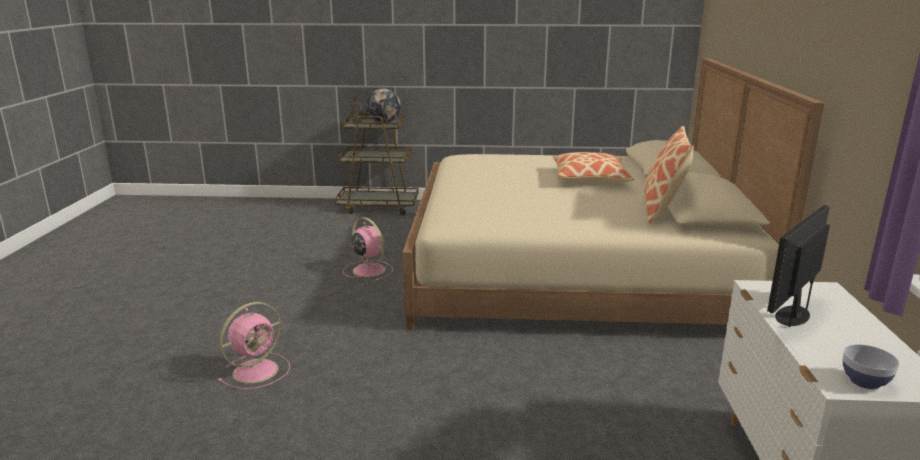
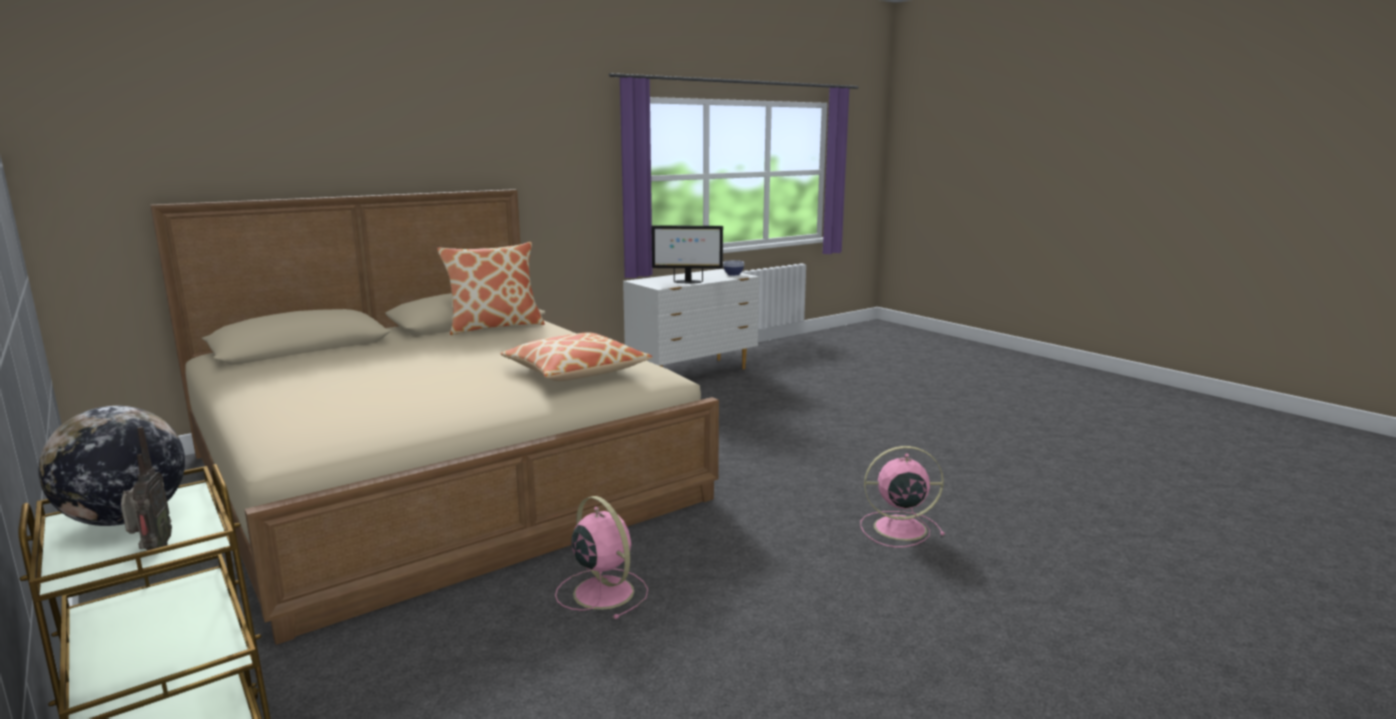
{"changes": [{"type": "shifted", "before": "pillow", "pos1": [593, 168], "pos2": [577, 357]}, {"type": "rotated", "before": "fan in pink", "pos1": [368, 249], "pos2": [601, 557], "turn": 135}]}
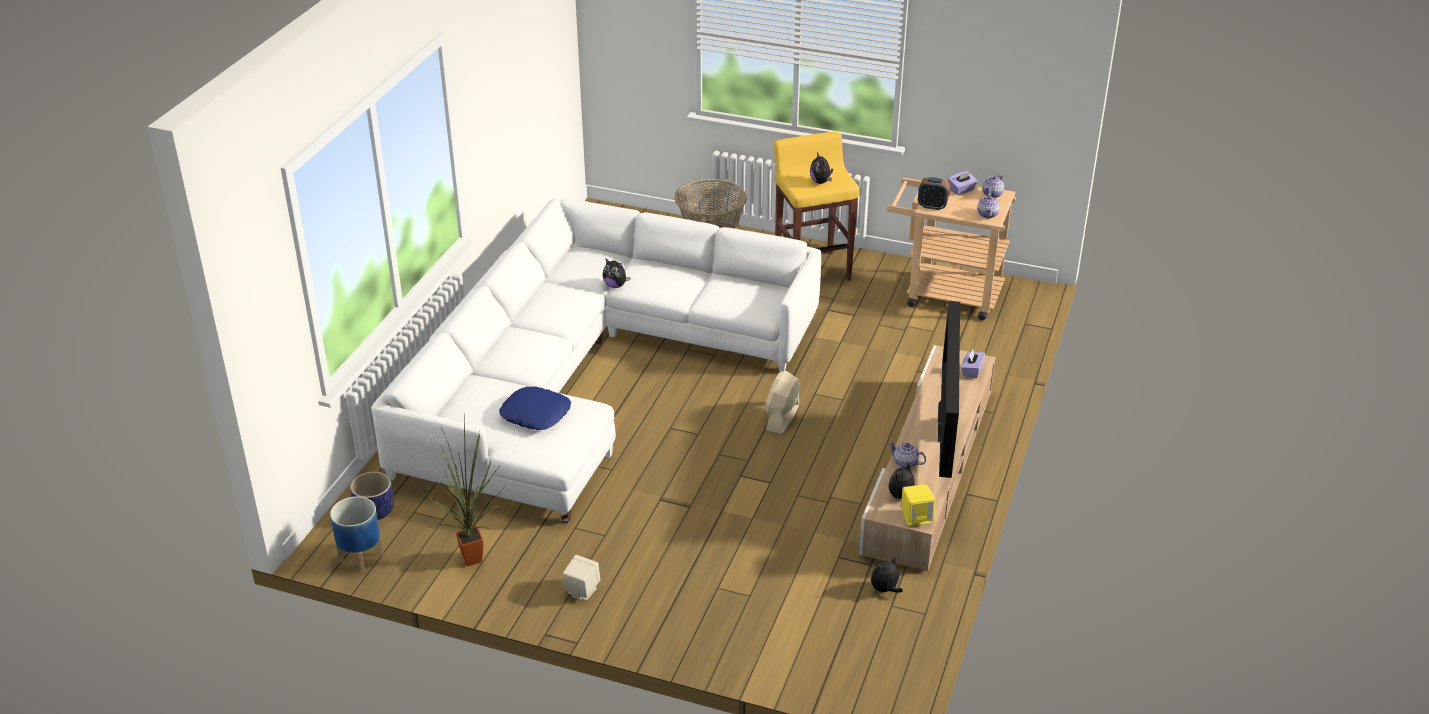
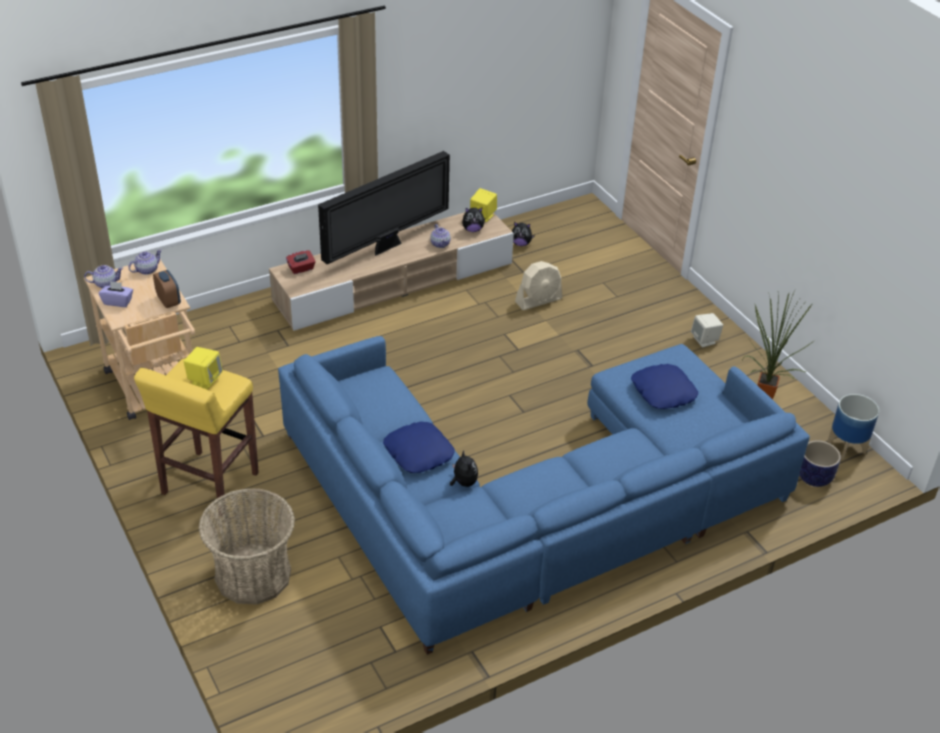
{"changes": [{"type": "new", "after": "pillow in blue", "pos2": [419, 447]}, {"type": "shifted", "before": "fan in beige", "pos1": [782, 402], "pos2": [538, 285]}, {"type": "swapped", "before": "plush toy", "after": "speaker in yellow", "pos1": [821, 168], "pos2": [203, 368]}, {"type": "repainted", "before": "sofa in white", "after": "sofa in blue", "pos1": [596, 361], "pos2": [544, 495]}, {"type": "repainted", "before": "tissue box in purple", "after": "tissue box in red", "pos1": [973, 364], "pos2": [301, 262]}]}
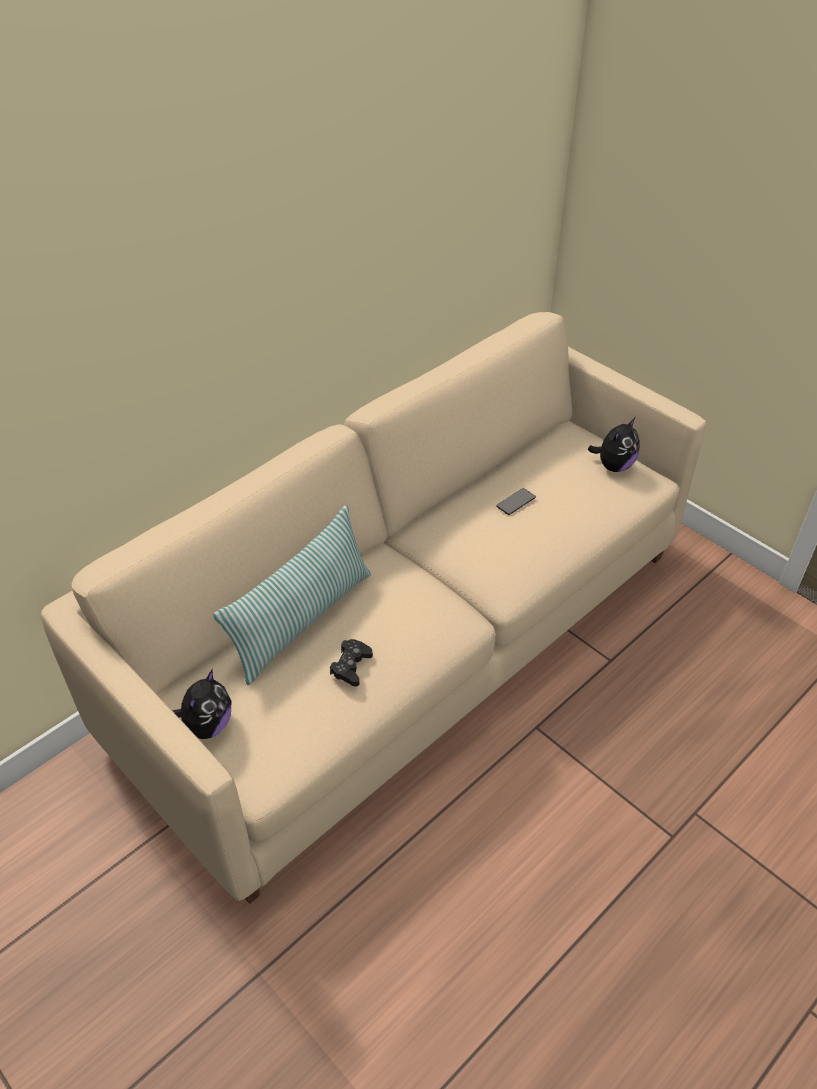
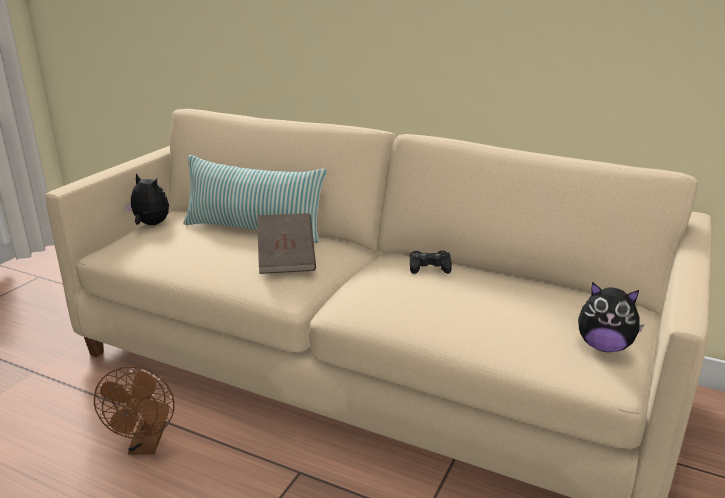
{"changes": [{"type": "gone", "before": "phone", "pos1": [516, 501]}, {"type": "new", "after": "fan in brown", "pos2": [134, 410]}, {"type": "new", "after": "book in brown", "pos2": [286, 243]}, {"type": "shifted", "before": "game controller in black", "pos1": [351, 663], "pos2": [430, 262]}, {"type": "rotated", "before": "plush toy", "pos1": [201, 704], "pos2": [147, 199], "turn": -150}]}
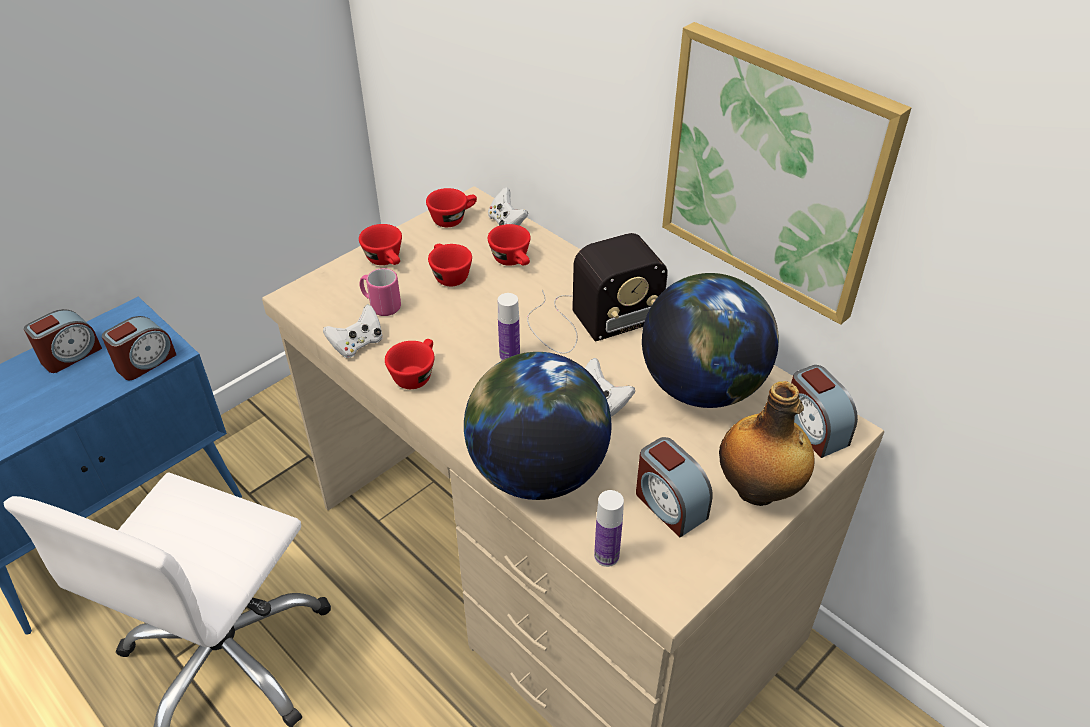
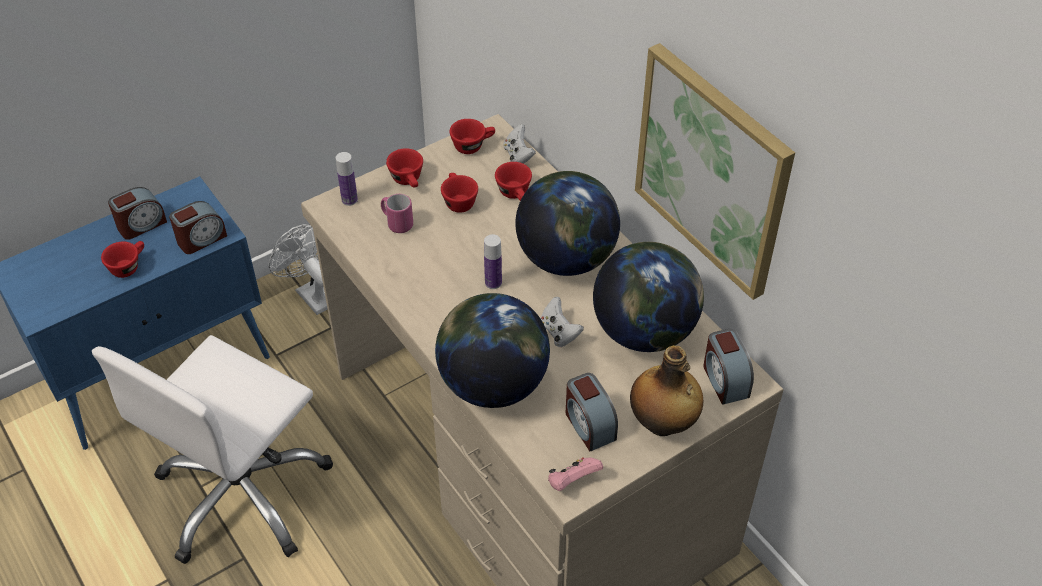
{"changes": [{"type": "gone", "before": "game controller in white", "pos1": [353, 331]}, {"type": "new", "after": "fan in white", "pos2": [298, 269]}, {"type": "new", "after": "game controller in pink", "pos2": [575, 474]}, {"type": "shifted", "before": "cup in red", "pos1": [410, 364], "pos2": [122, 259]}, {"type": "shifted", "before": "bottle", "pos1": [609, 528], "pos2": [347, 179]}, {"type": "swapped", "before": "radio", "after": "globe", "pos1": [597, 293], "pos2": [567, 223]}]}
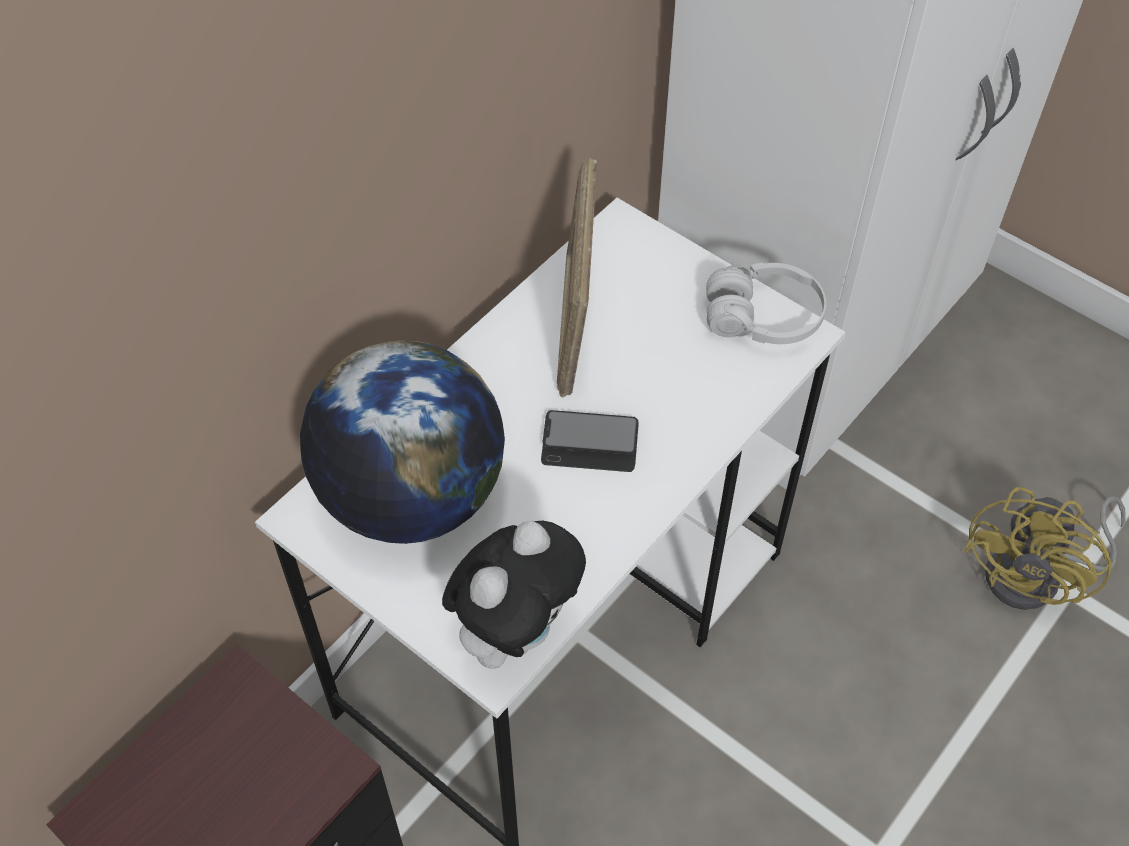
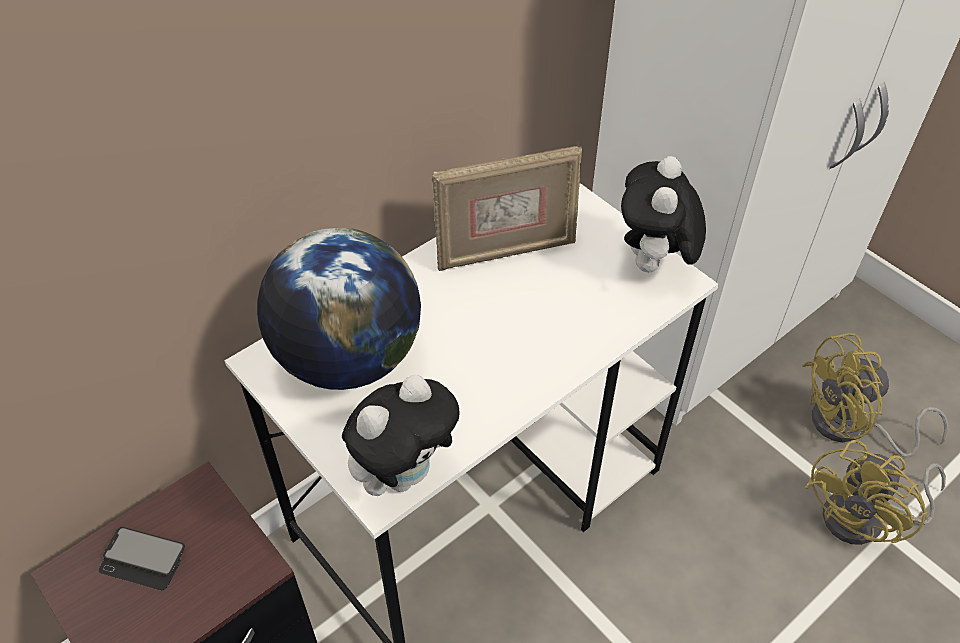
{"changes": [{"type": "new", "after": "fan in yellow", "pos2": [875, 395]}, {"type": "shifted", "before": "phone", "pos1": [590, 441], "pos2": [142, 558]}, {"type": "swapped", "before": "headphones in white", "after": "plush toy", "pos1": [766, 303], "pos2": [663, 215]}, {"type": "rotated", "before": "picture frame", "pos1": [577, 277], "pos2": [507, 208], "turn": -120}]}
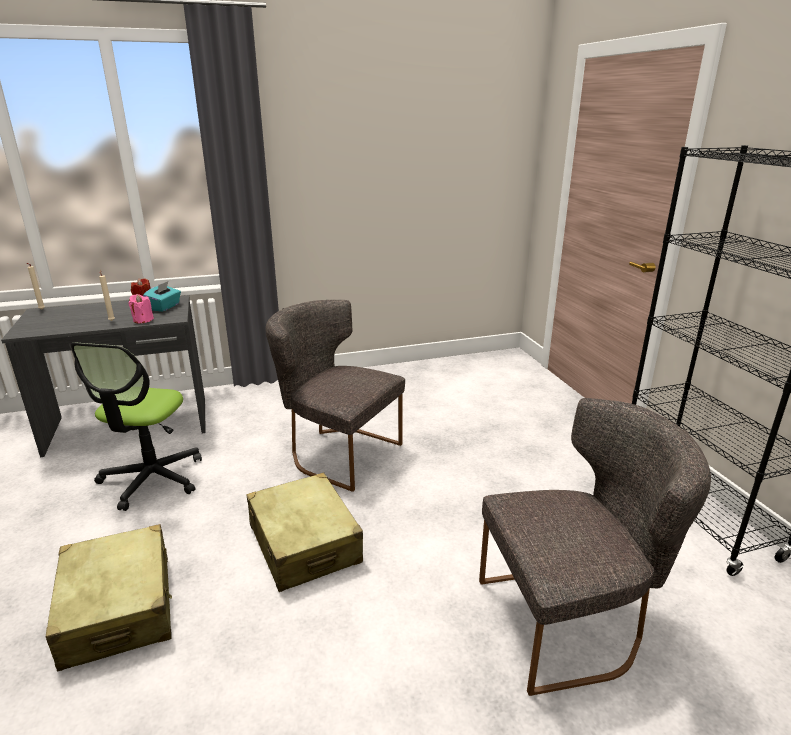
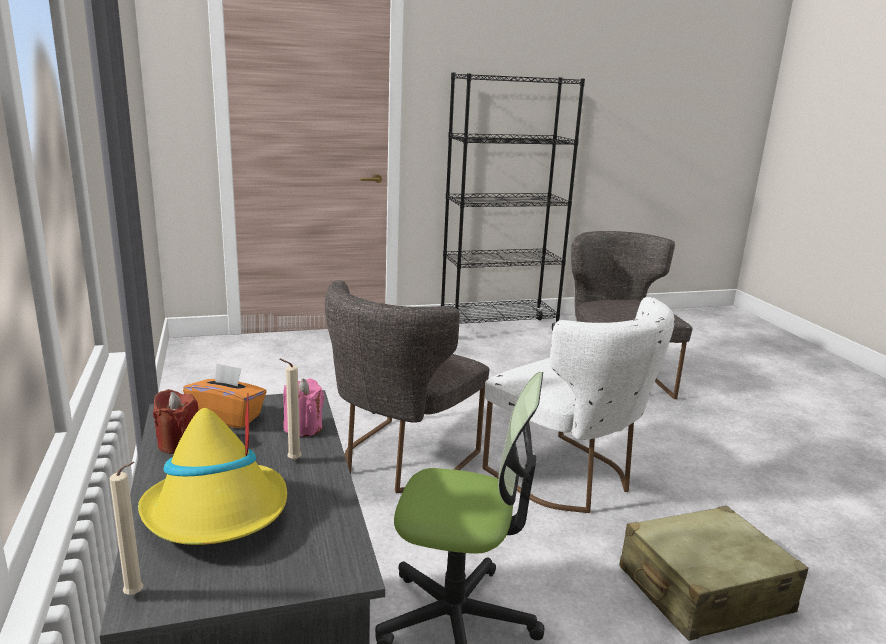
{"changes": [{"type": "new", "after": "hat in yellow", "pos2": [212, 469]}, {"type": "swapped", "before": "suitcase in beige", "after": "chair in white", "pos1": [304, 532], "pos2": [578, 405]}, {"type": "repainted", "before": "tissue box in turquoise", "after": "tissue box in orange", "pos1": [162, 297], "pos2": [225, 396]}]}
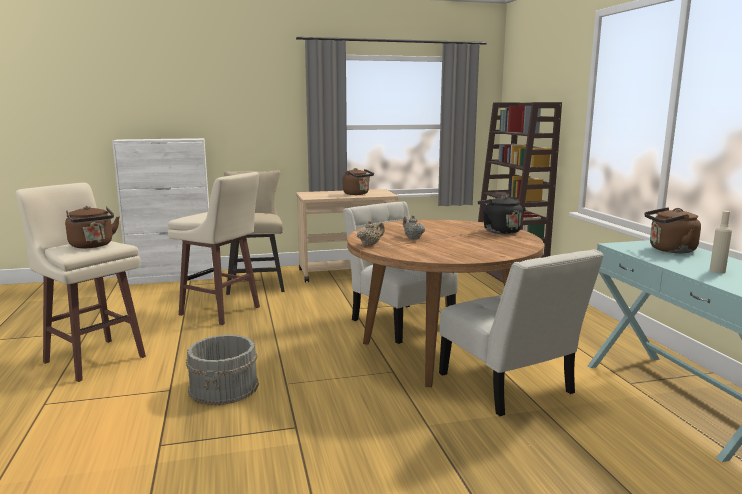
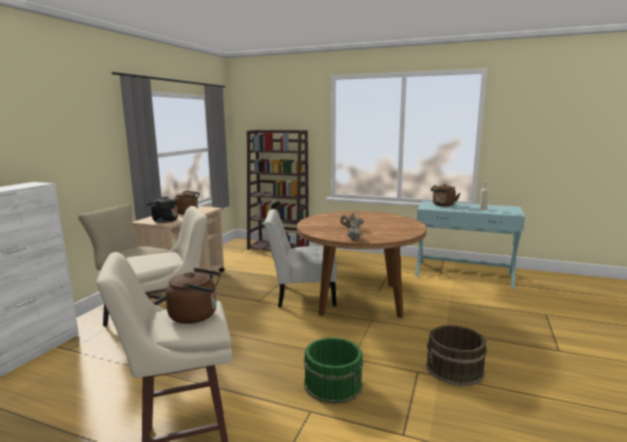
{"changes": [{"type": "gone", "before": "chair in white", "pos1": [521, 332]}, {"type": "new", "after": "bucket in brown", "pos2": [456, 355]}, {"type": "shifted", "before": "kettle in black", "pos1": [500, 215], "pos2": [162, 210]}, {"type": "repainted", "before": "bucket in grey", "after": "bucket in green", "pos1": [222, 370], "pos2": [333, 370]}]}
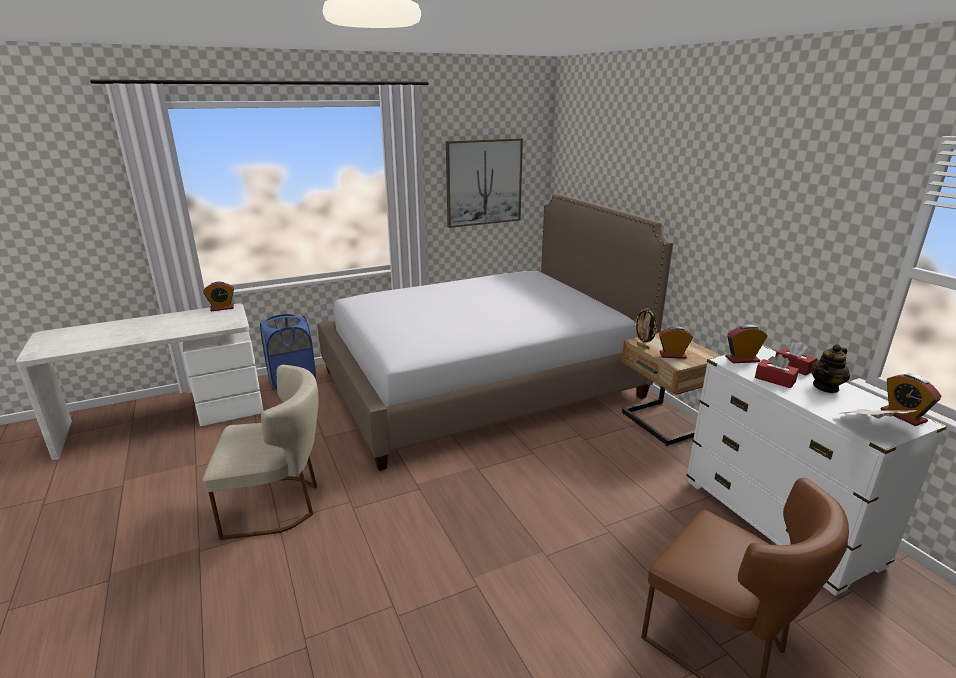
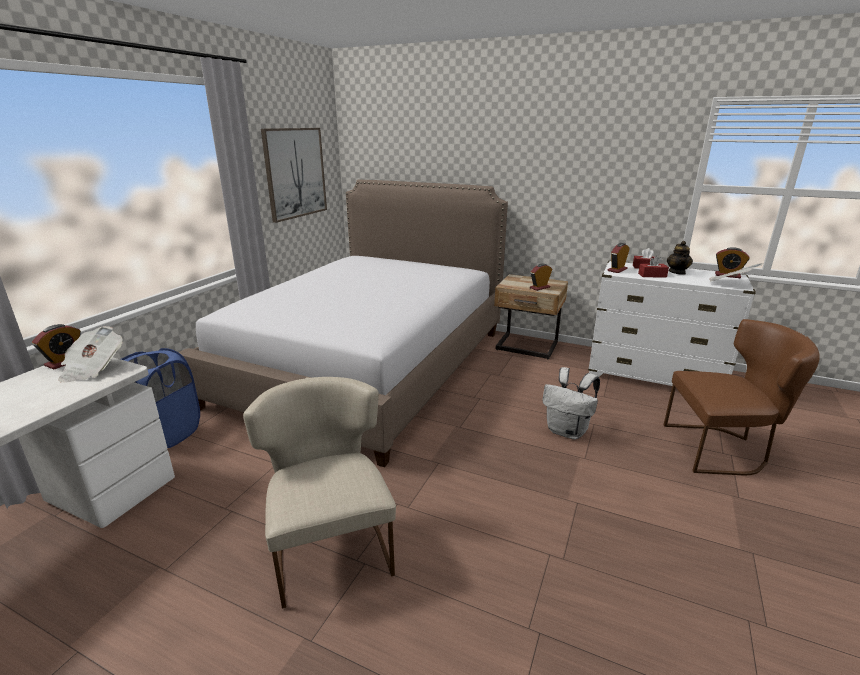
{"changes": [{"type": "gone", "before": "picture frame", "pos1": [645, 328]}, {"type": "new", "after": "newspaper", "pos2": [90, 354]}, {"type": "new", "after": "backpack in white", "pos2": [571, 403]}, {"type": "rotated", "before": "chair in beige", "pos1": [260, 452], "pos2": [319, 493], "turn": -60}]}
